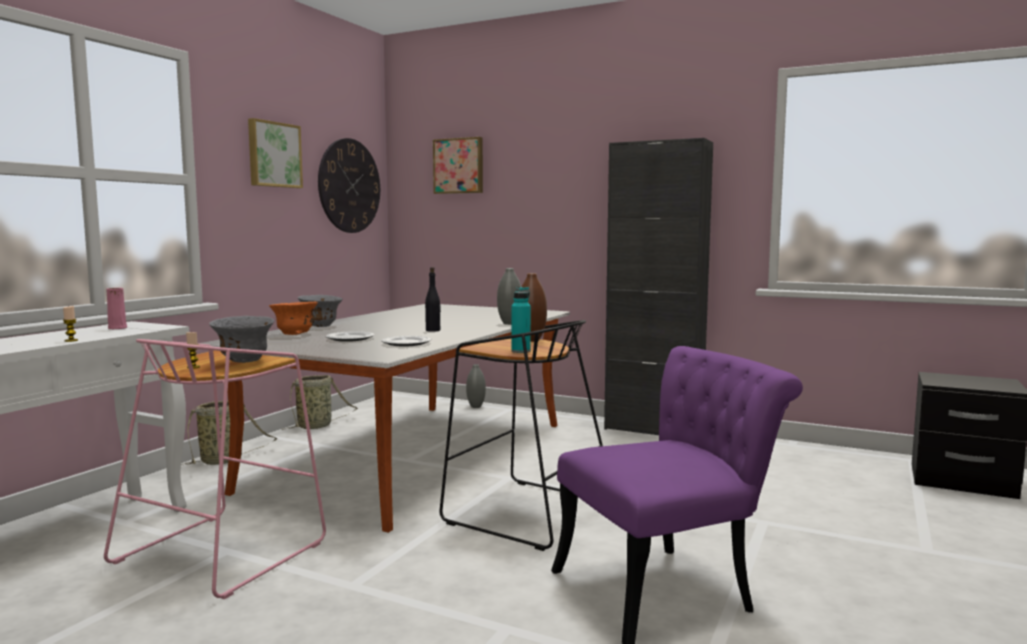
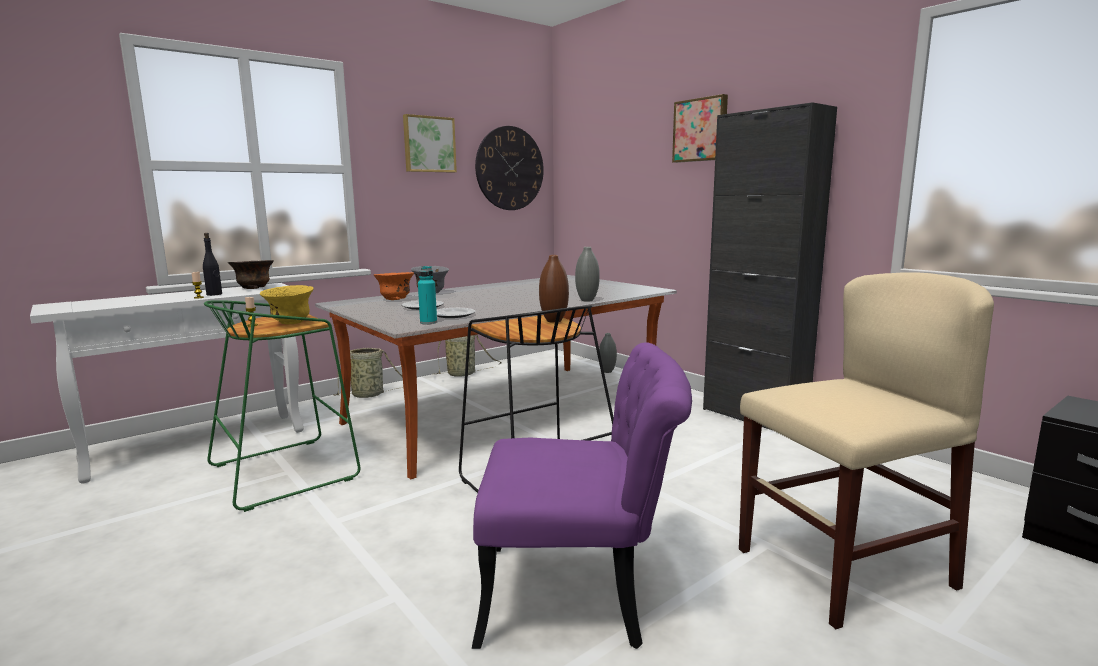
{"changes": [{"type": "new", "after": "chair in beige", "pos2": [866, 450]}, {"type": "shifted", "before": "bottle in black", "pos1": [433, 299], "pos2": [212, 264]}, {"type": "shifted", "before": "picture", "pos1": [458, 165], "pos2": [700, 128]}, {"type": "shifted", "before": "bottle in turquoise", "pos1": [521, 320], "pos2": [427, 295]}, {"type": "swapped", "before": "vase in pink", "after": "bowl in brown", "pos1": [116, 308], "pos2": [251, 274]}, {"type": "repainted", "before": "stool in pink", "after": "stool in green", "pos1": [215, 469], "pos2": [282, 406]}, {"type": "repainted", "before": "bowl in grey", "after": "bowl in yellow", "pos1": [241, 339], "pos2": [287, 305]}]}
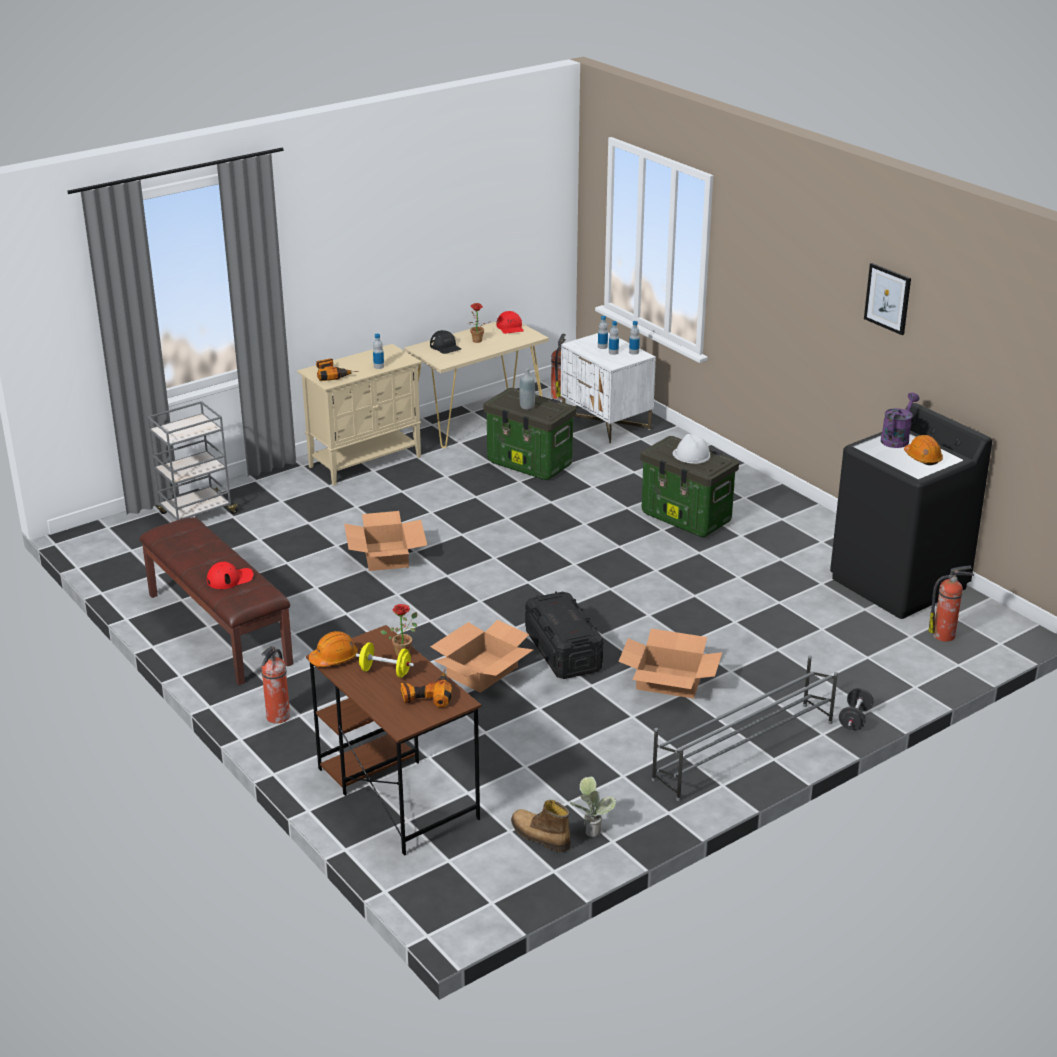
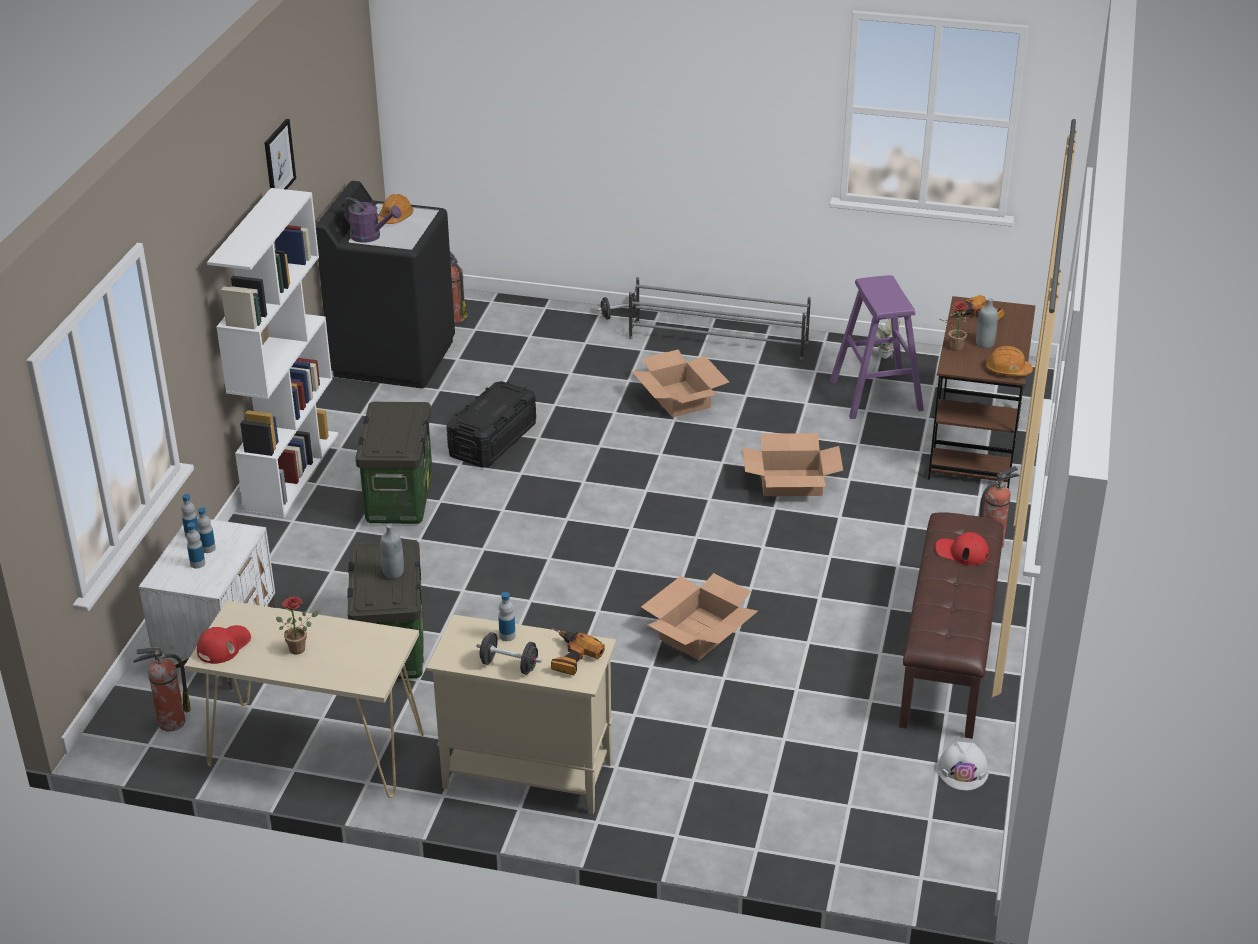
{"changes": [{"type": "gone", "before": "cart in grey", "pos1": [193, 460]}, {"type": "gone", "before": "cap in black", "pos1": [445, 342]}, {"type": "gone", "before": "boot", "pos1": [541, 826]}, {"type": "new", "after": "bookcase in white", "pos2": [272, 353]}, {"type": "new", "after": "dumbbell in black", "pos2": [509, 653]}, {"type": "new", "after": "stool in purple", "pos2": [877, 347]}, {"type": "shifted", "before": "storage box in black", "pos1": [564, 635], "pos2": [491, 424]}, {"type": "shifted", "before": "hard hat in white", "pos1": [691, 449], "pos2": [963, 766]}, {"type": "swapped", "before": "dumbbell in yellow", "after": "bottle in grey", "pos1": [385, 660], "pos2": [987, 323]}, {"type": "rotated", "before": "watering can in purple", "pos1": [900, 420], "pos2": [371, 220], "turn": -150}]}
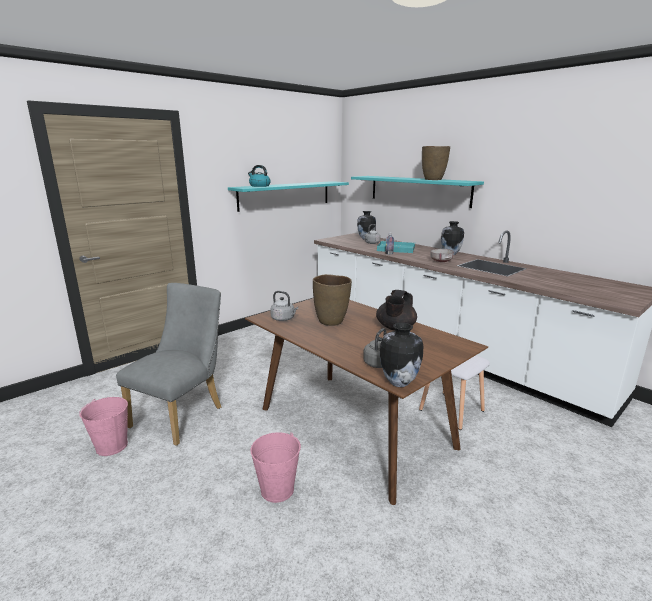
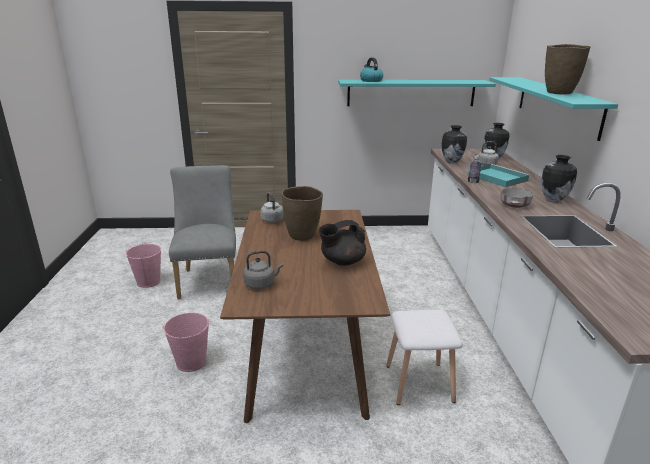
{"changes": [{"type": "shifted", "before": "vase", "pos1": [401, 355], "pos2": [454, 144]}, {"type": "rotated", "before": "chair in grey", "pos1": [168, 364], "pos2": [202, 232], "turn": -75}]}
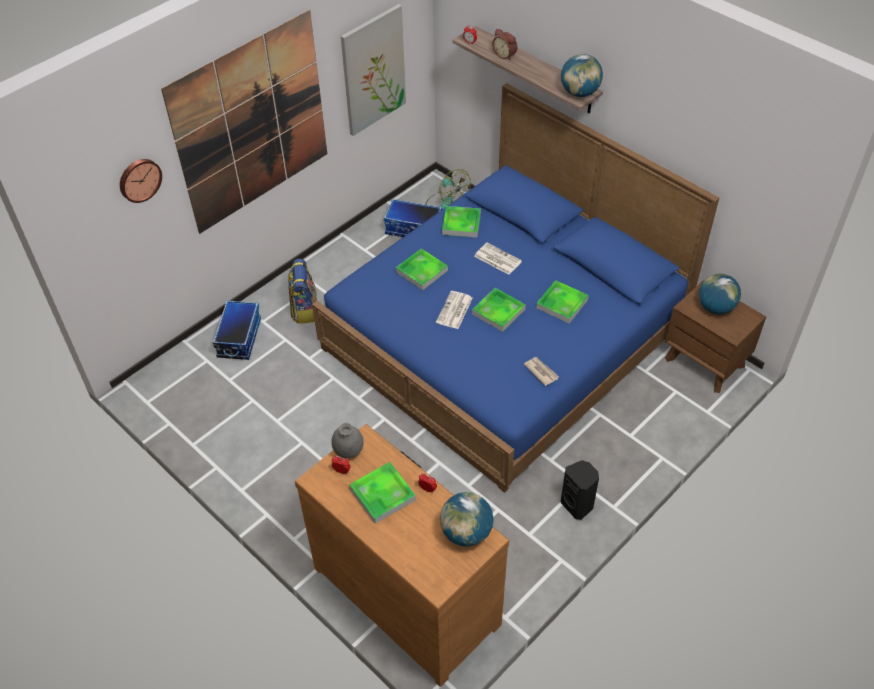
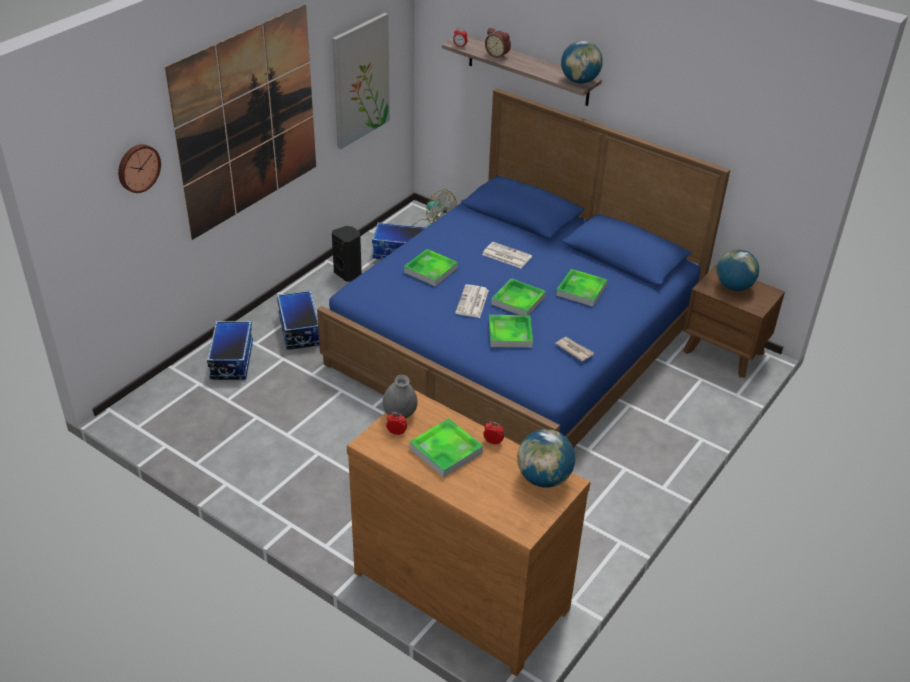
{"changes": [{"type": "shifted", "before": "tray", "pos1": [461, 222], "pos2": [511, 331]}, {"type": "shifted", "before": "speaker in black", "pos1": [579, 490], "pos2": [347, 254]}, {"type": "swapped", "before": "backpack", "after": "storage box", "pos1": [302, 291], "pos2": [298, 320]}]}
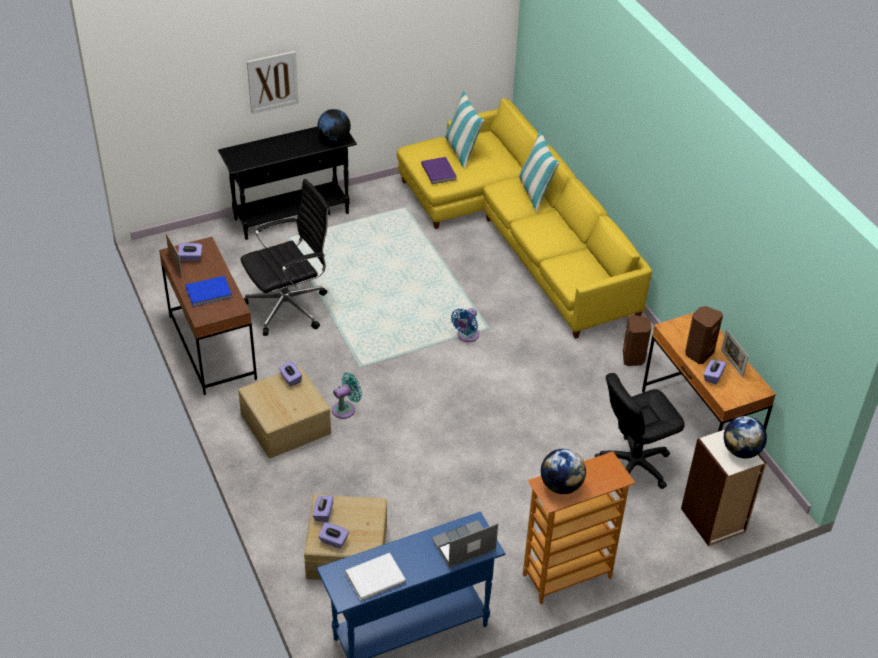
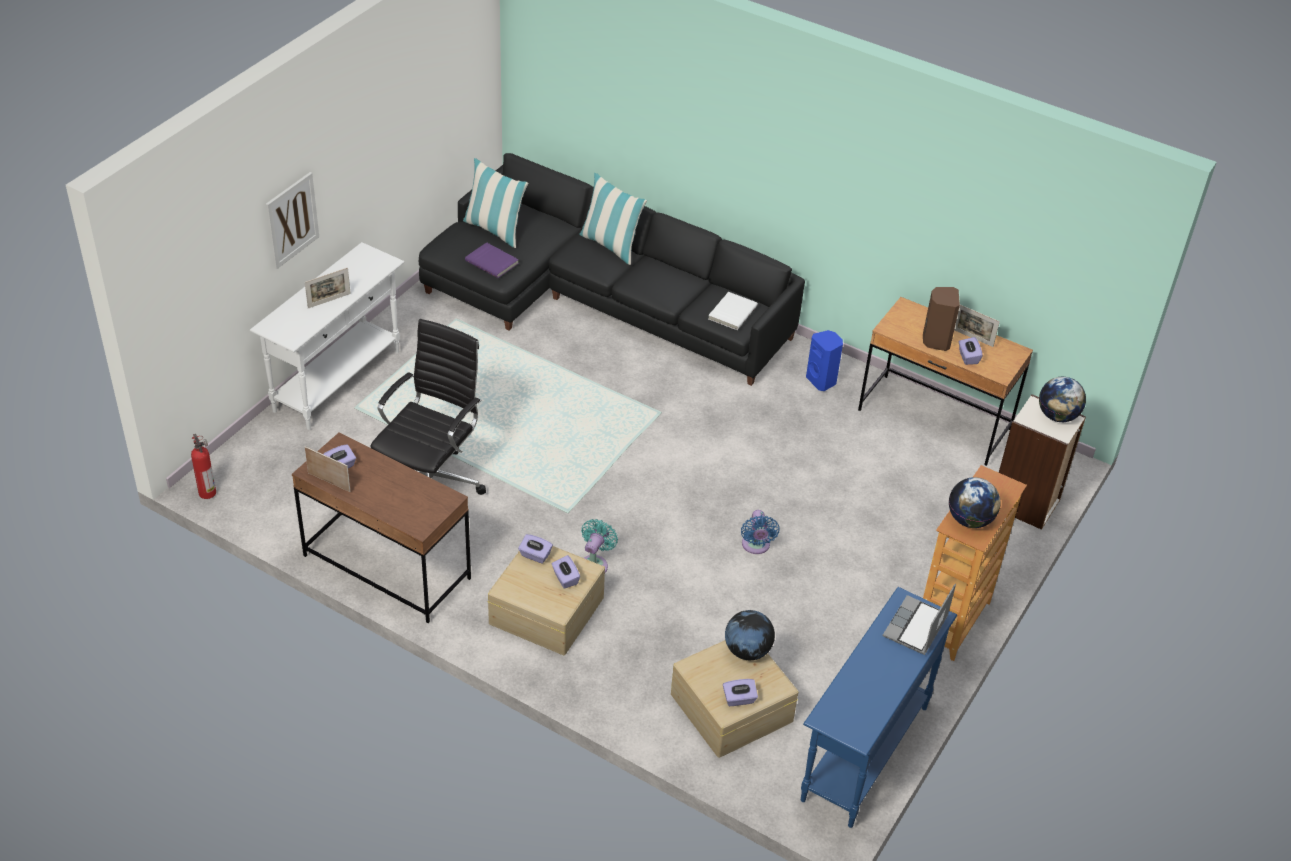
{"changes": [{"type": "gone", "before": "book in blue", "pos1": [208, 291]}, {"type": "gone", "before": "office chair in black", "pos1": [640, 432]}, {"type": "new", "after": "fire extinguisher", "pos2": [203, 466]}, {"type": "new", "after": "picture frame", "pos2": [328, 287]}, {"type": "shifted", "before": "tissue box in purple", "pos1": [323, 509], "pos2": [566, 572]}, {"type": "shifted", "before": "globe", "pos1": [334, 126], "pos2": [750, 635]}, {"type": "shifted", "before": "book in white", "pos1": [375, 577], "pos2": [733, 311]}, {"type": "shifted", "before": "fan in blue", "pos1": [465, 325], "pos2": [760, 532]}, {"type": "repainted", "before": "console table in black", "after": "console table in white", "pos1": [287, 183], "pos2": [327, 336]}, {"type": "repainted", "before": "sofa in yellow", "after": "sofa in black", "pos1": [524, 218], "pos2": [612, 269]}, {"type": "repainted", "before": "speaker in brown", "after": "speaker in blue", "pos1": [637, 340], "pos2": [824, 360]}]}
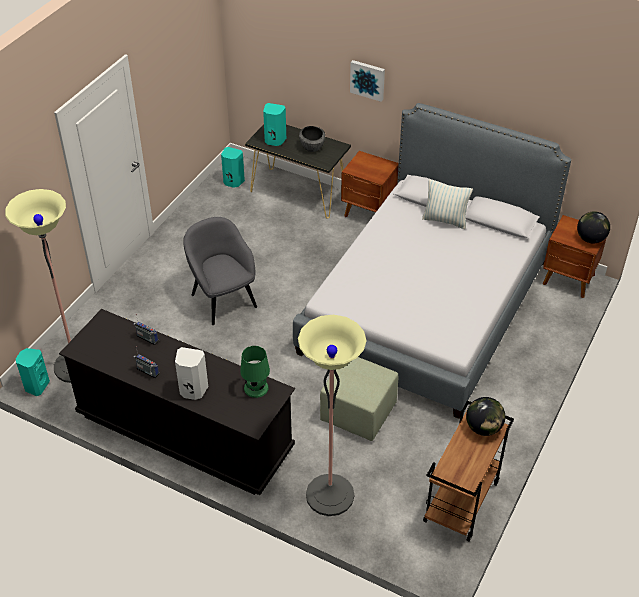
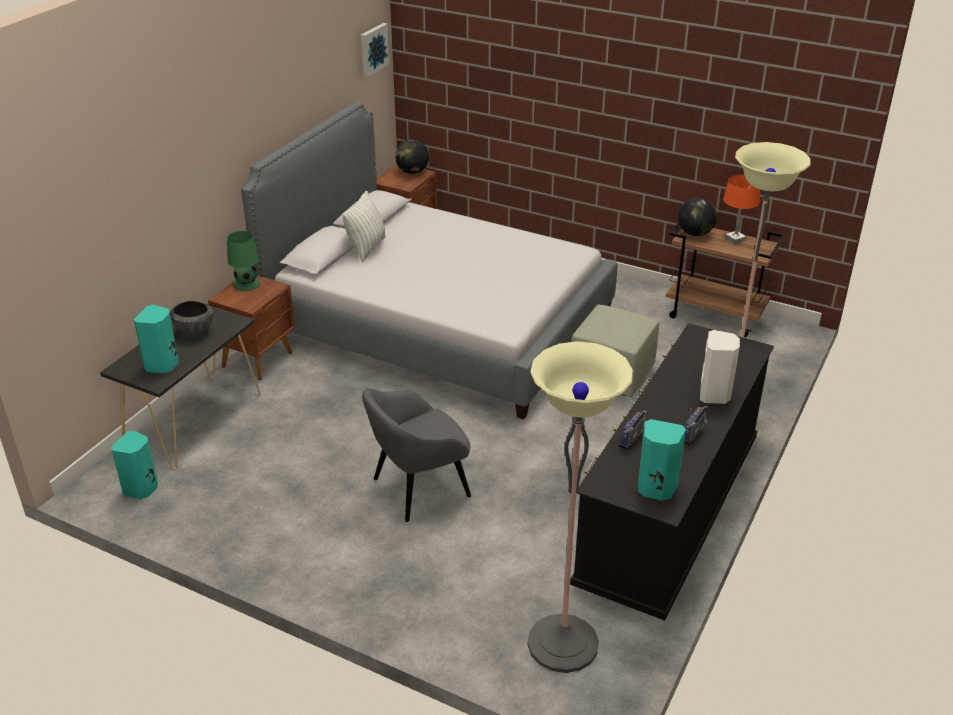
{"changes": [{"type": "new", "after": "table lamp in orange", "pos2": [741, 209]}, {"type": "shifted", "before": "speaker in turquoise", "pos1": [33, 372], "pos2": [662, 460]}, {"type": "shifted", "before": "table lamp in green", "pos1": [255, 372], "pos2": [243, 261]}, {"type": "shifted", "before": "picture", "pos1": [367, 81], "pos2": [375, 50]}]}
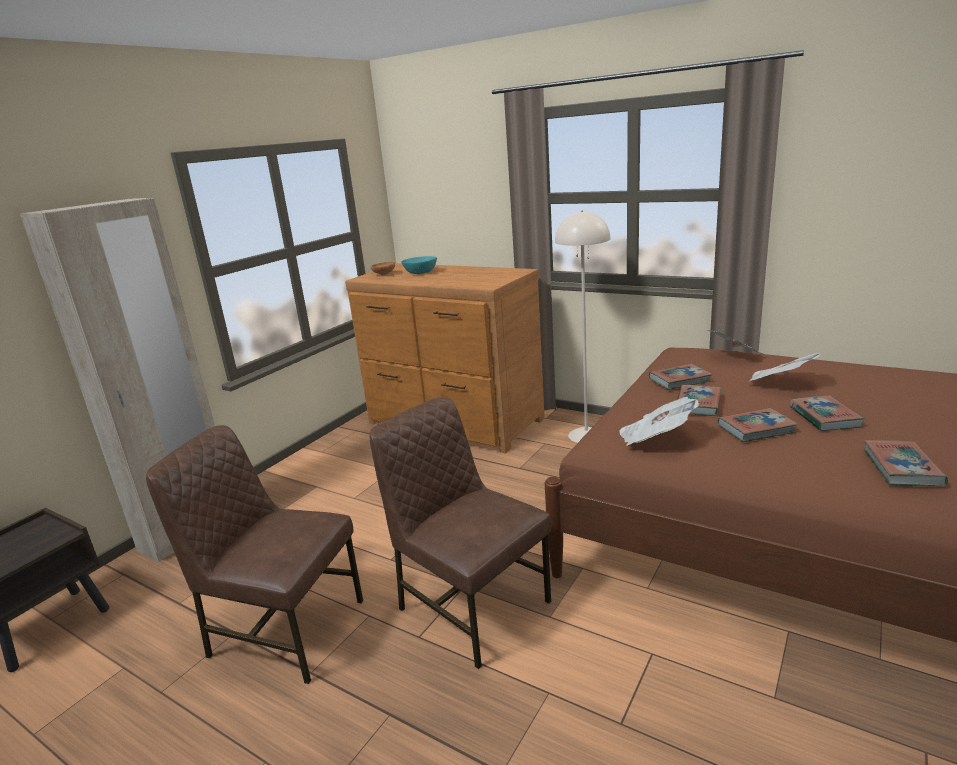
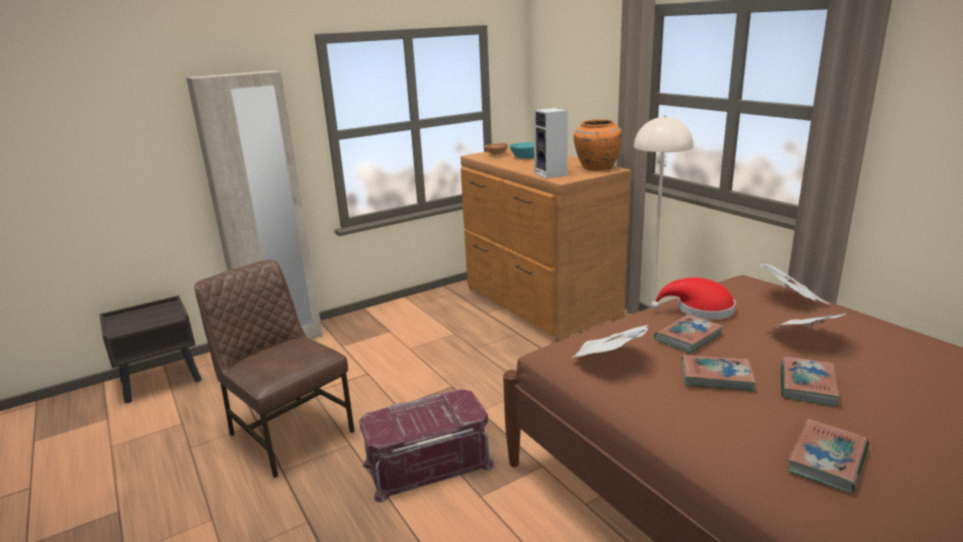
{"changes": [{"type": "new", "after": "speaker", "pos2": [551, 143]}, {"type": "new", "after": "vase in orange", "pos2": [598, 144]}, {"type": "swapped", "before": "chair in brown", "after": "storage box in red", "pos1": [460, 533], "pos2": [426, 446]}, {"type": "swapped", "before": "book", "after": "hat in red", "pos1": [680, 377], "pos2": [693, 298]}]}
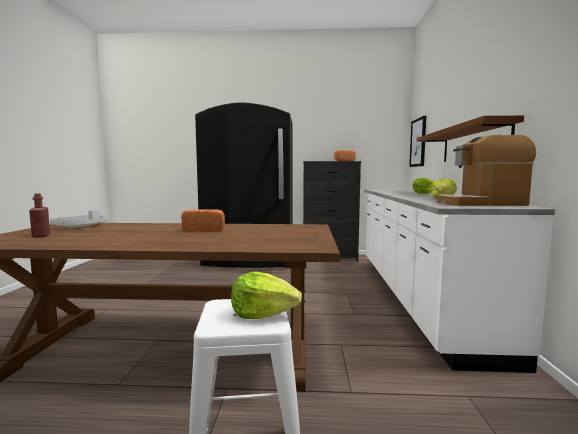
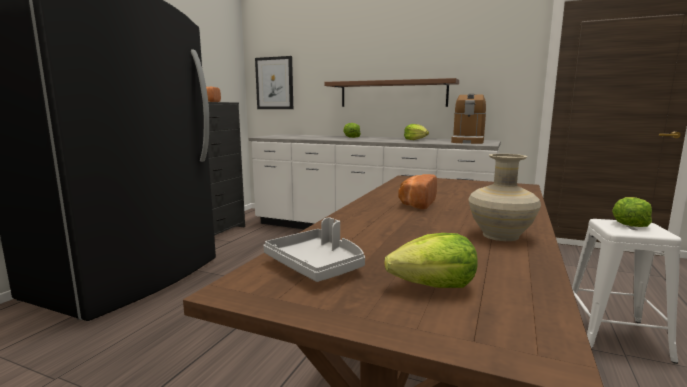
{"changes": [{"type": "new", "after": "vase in beige", "pos2": [504, 197]}, {"type": "swapped", "before": "bottle in red", "after": "lettuce", "pos1": [39, 215], "pos2": [431, 260]}]}
